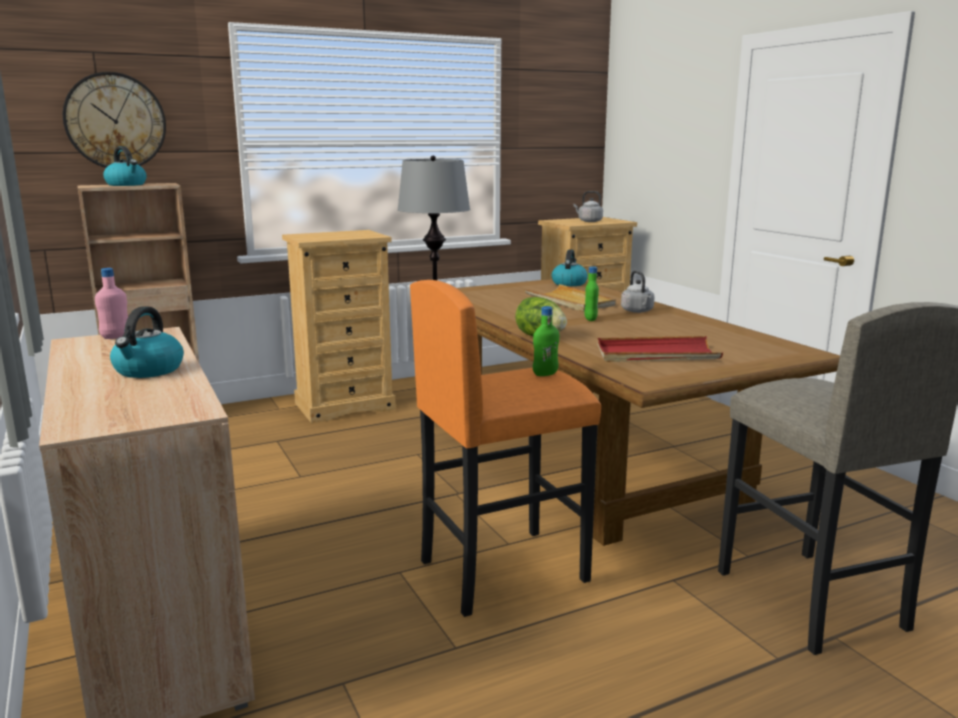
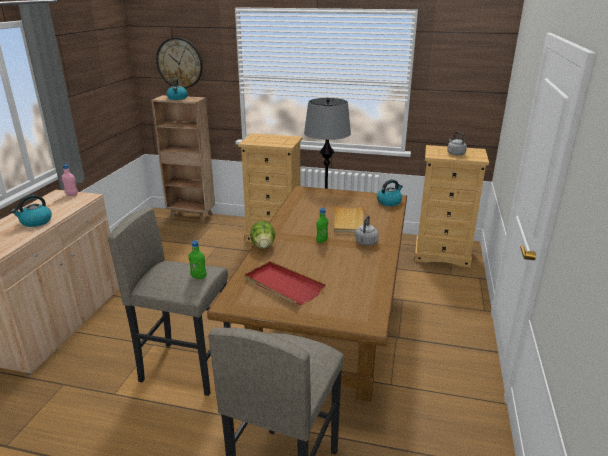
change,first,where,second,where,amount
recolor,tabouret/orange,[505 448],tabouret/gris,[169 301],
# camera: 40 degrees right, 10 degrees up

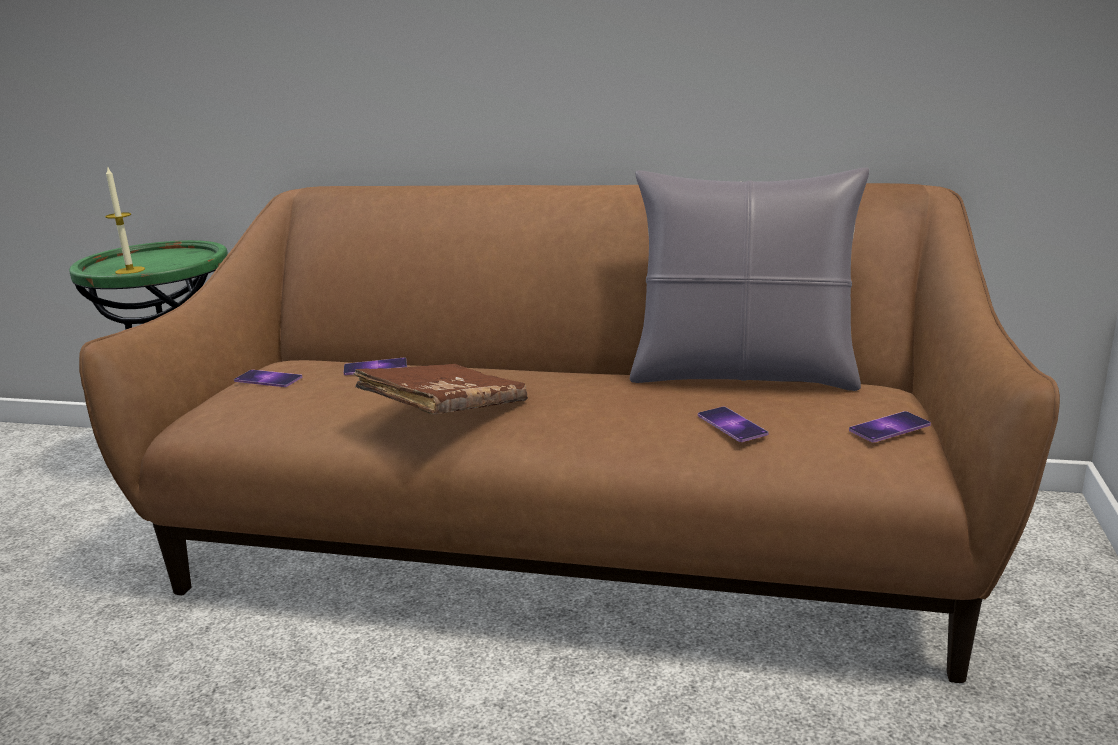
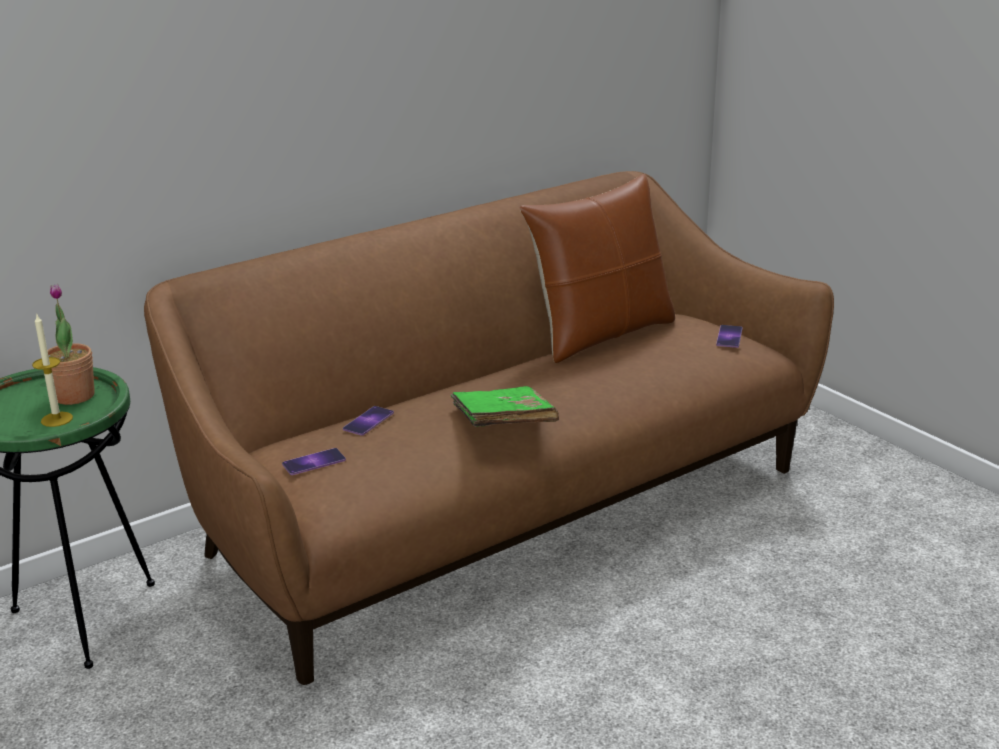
change,first,where,second,where,amount
delete,téléphone,[733 424],,,
insert,,,plante en pot,[71 344],
recolor,livre/marron,[441 389],livre/vert,[505 406],
recolor,coussin/gris,[749 279],coussin/marron,[597 268],
# camera: 50 degrees left, 5 degrees up

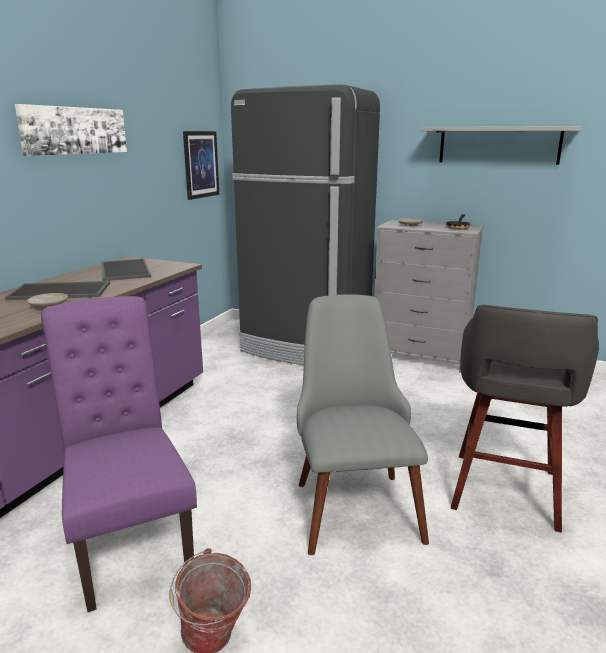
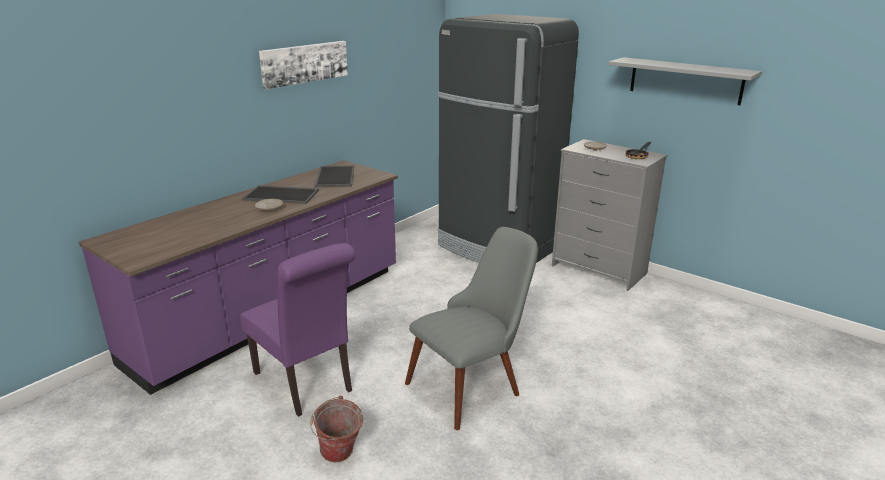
change,first,where,second,where,amount
delete,tableau,[201 165],,,
delete,tabouret/gris,[525 418],,,
rotate,chaise/violet,[119 454],,[298 330],150 degrees clockwise
rotate,chaise/gris,[363 424],,[471 328],45 degrees clockwise
# camera: 15 degrees right, 5 degrees up

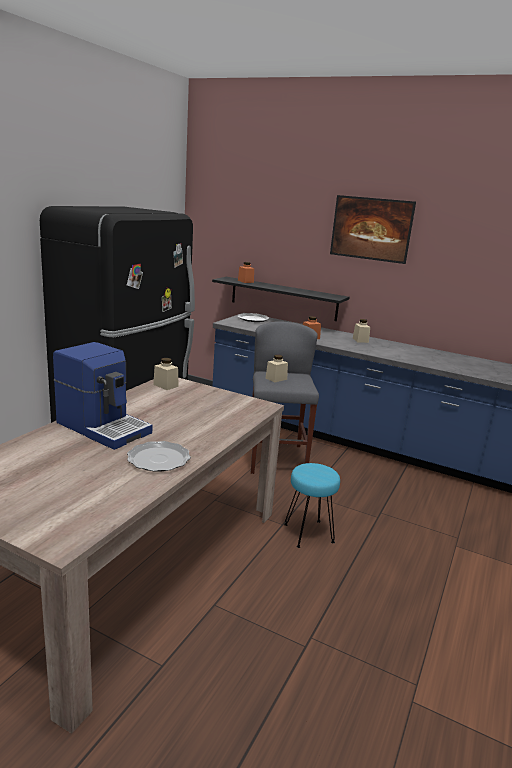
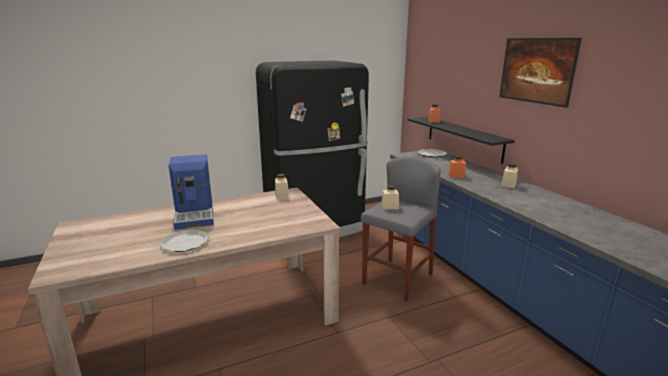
change,first,where,second,where,amount
delete,tabouret/turquoise,[312 505],,,
# camera: 40 degrees right, 0 degrees up

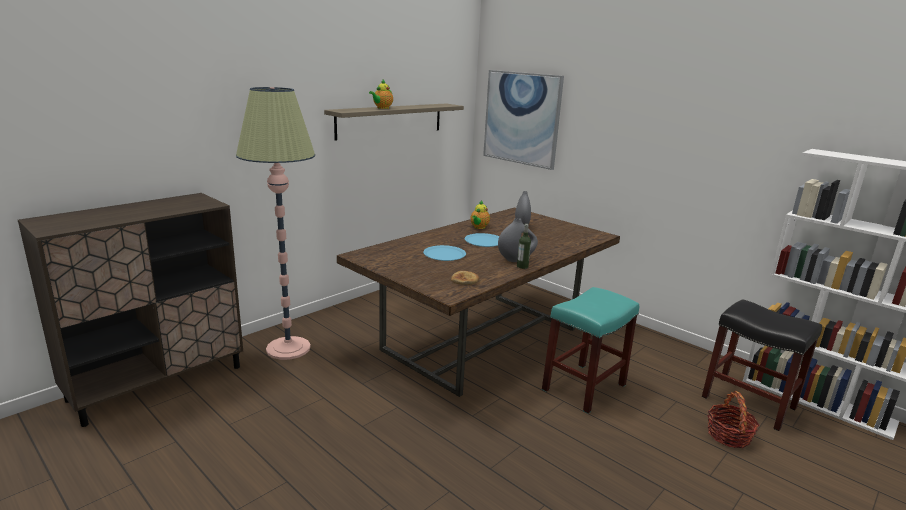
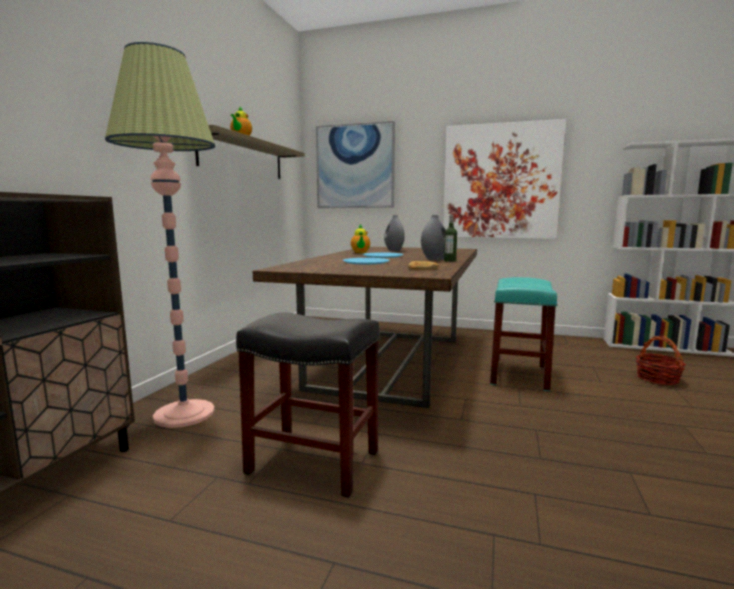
change,first,where,second,where,amount
insert,,,tableau,[504 179],
move,tabouret/noir,[762 365],,[308 405],
# camera: 25 degrees left, 10 degrees down

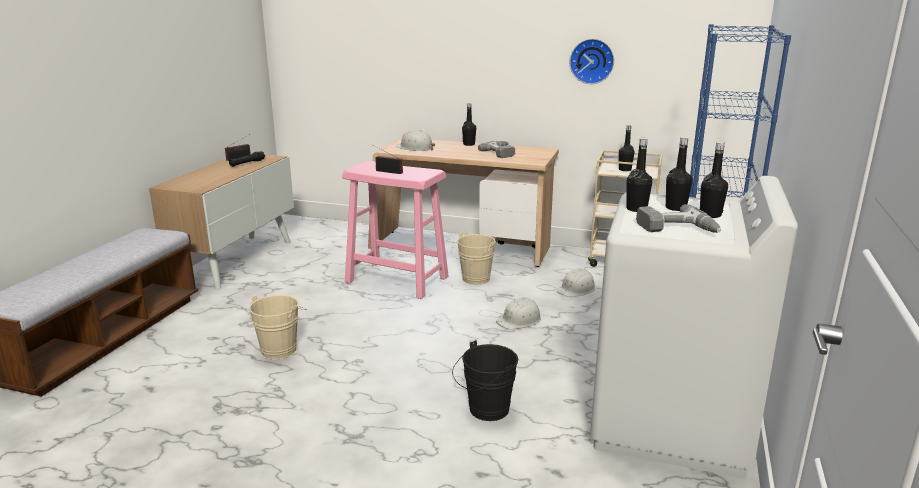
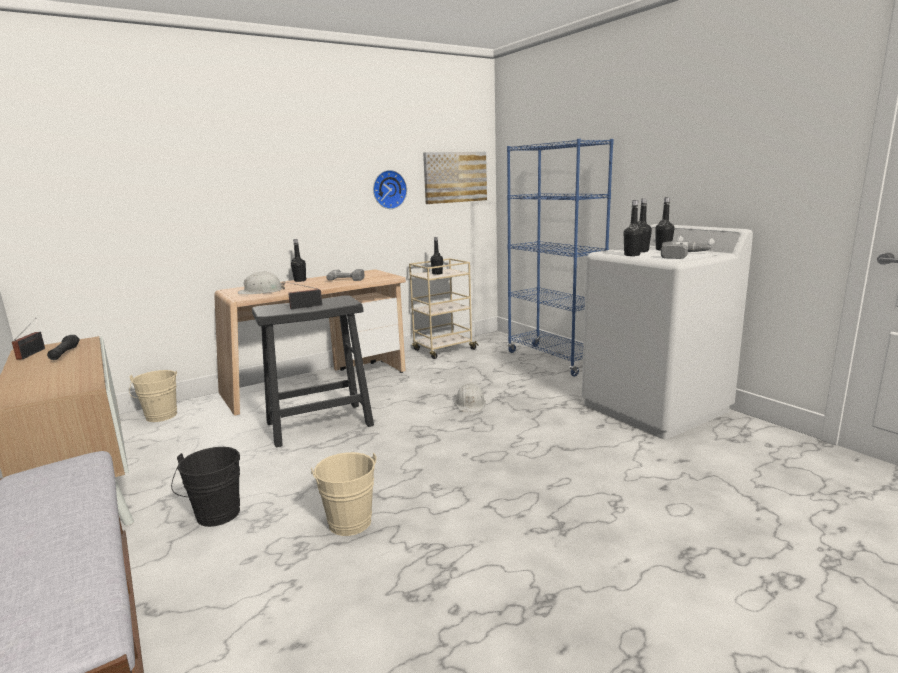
change,first,where,second,where,amount
delete,casque de chantier/blanc,[576 282],,,
insert,,,tableau,[455 178],
move,seau/beige,[473 258],,[153 396],
move,seau/noir,[485 380],,[205 487],
recolor,tabouret/rose,[395 230],tabouret/noir,[313 371],
# camera: 50 degrees left, 5 degrees down

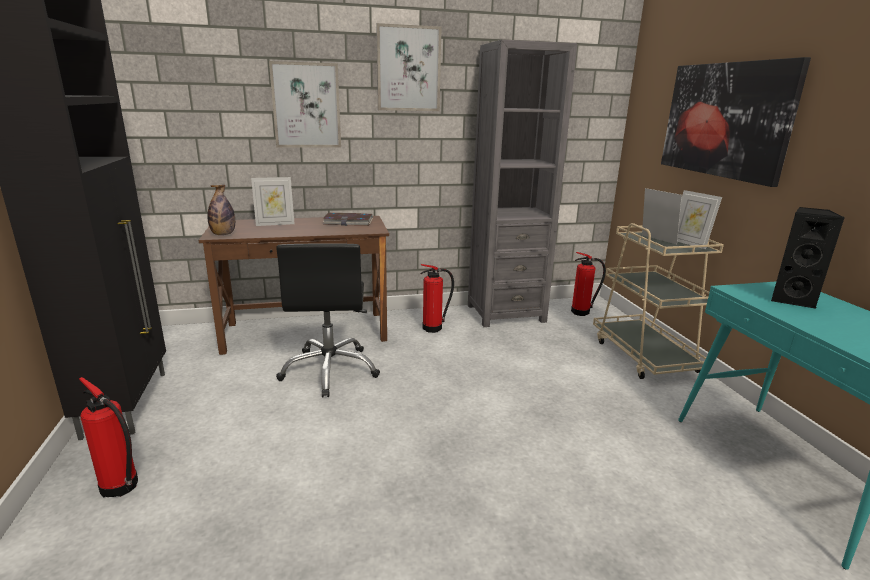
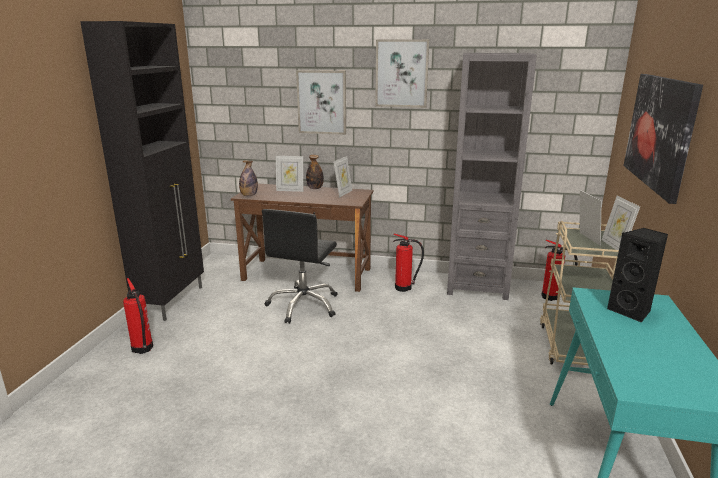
change,first,where,second,where,amount
insert,,,bouteille,[315 172],
replace,livre,[347 219],cadre photo,[343 177],
# camera: 25 degrees right, 0 degrees up

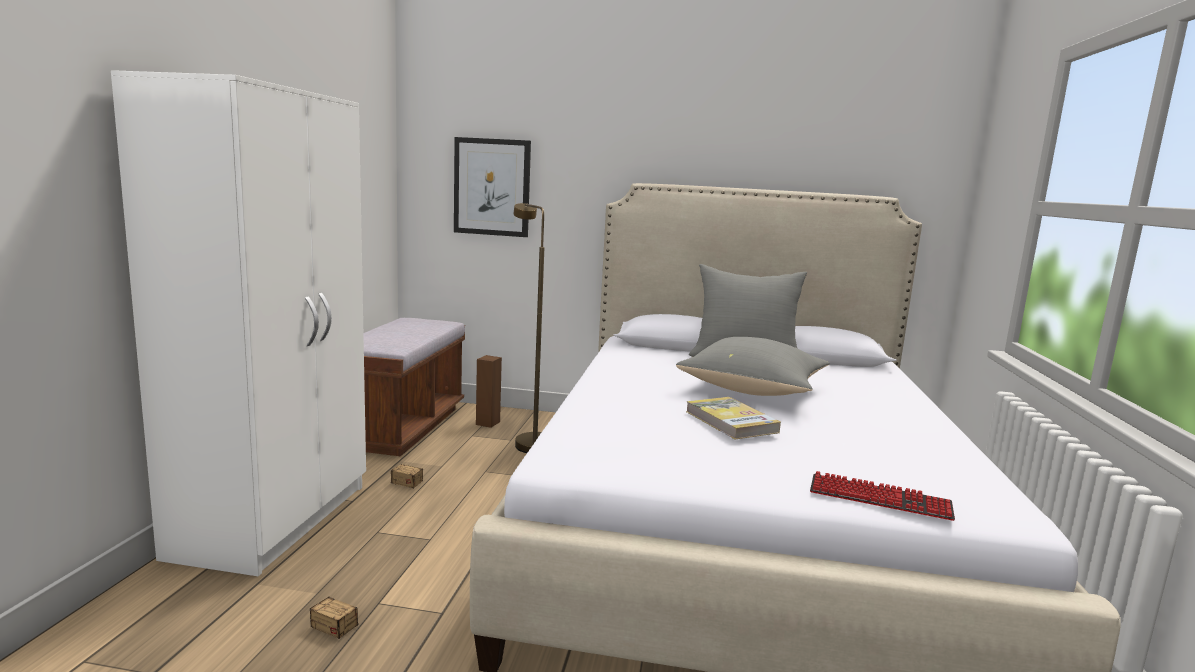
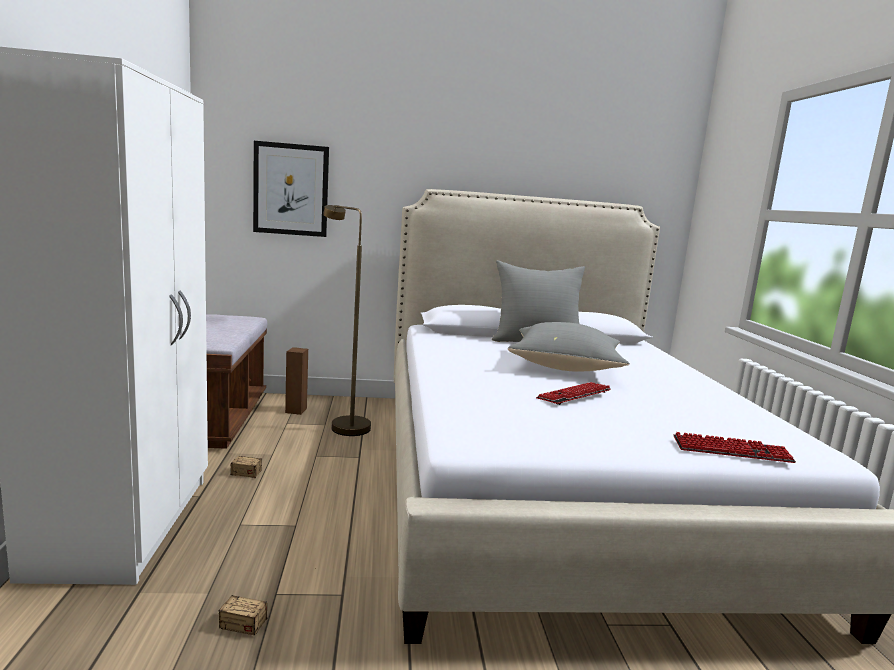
change,first,where,second,where,amount
replace,livre,[733 418],clavier,[573 393],
# camera: 15 degrees left, 0 degrees up

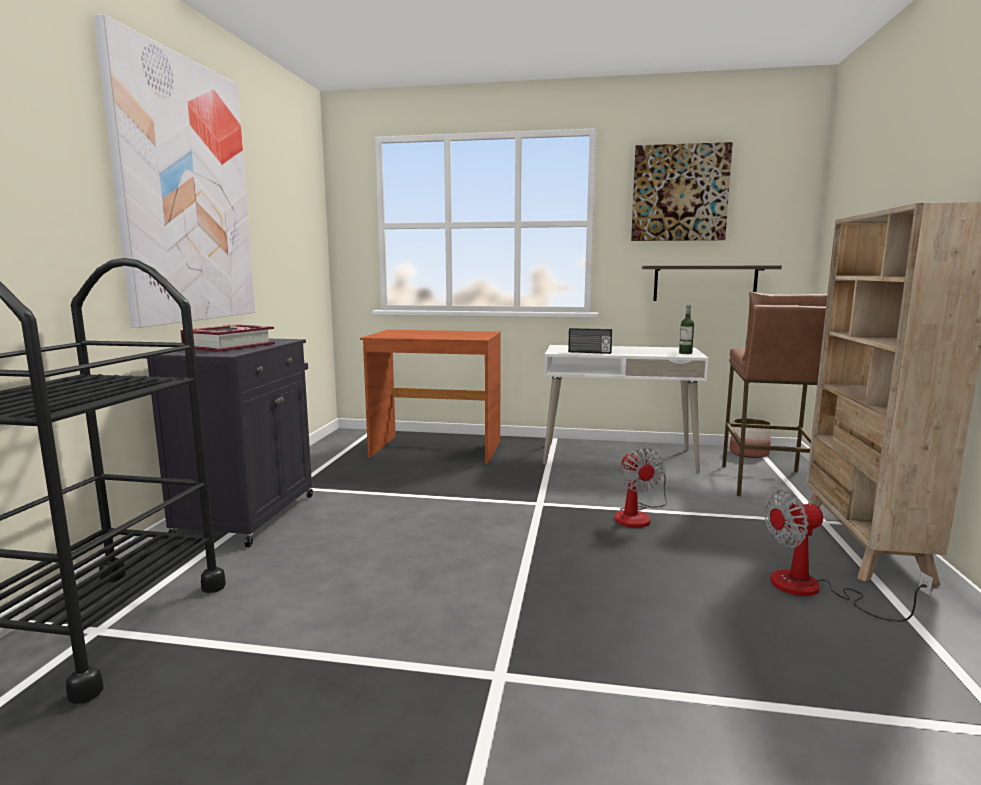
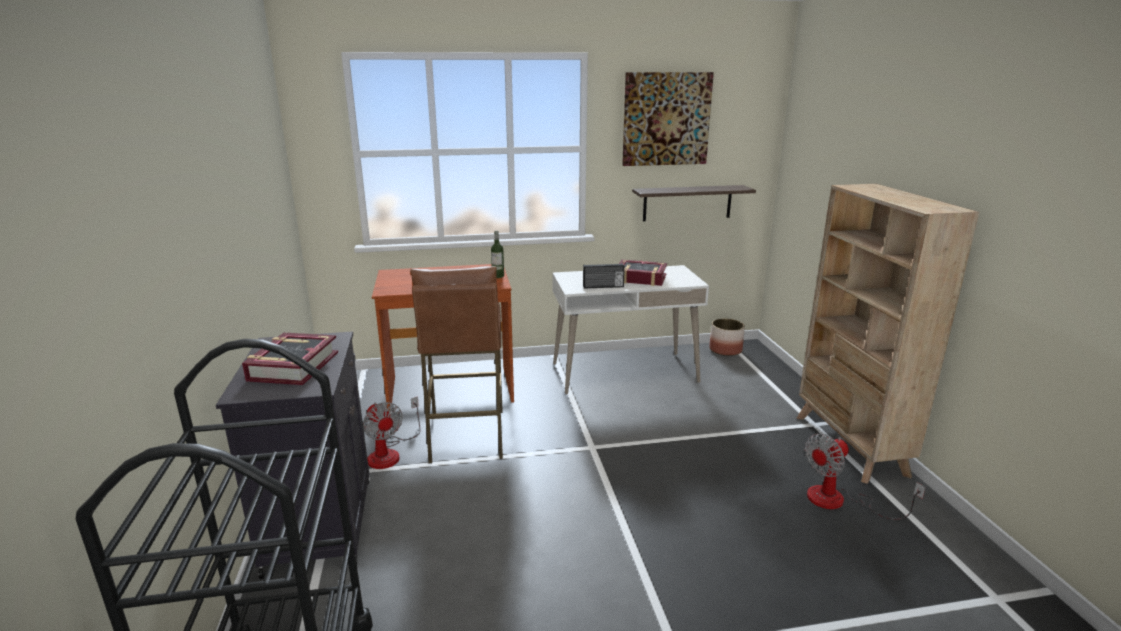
change,first,where,second,where,amount
delete,tableau,[174 171],,,
insert,,,livre,[643 273],
move,ventilateur,[641 488],,[392 432],
move,bouteille,[686 329],,[497 254],
move,tabouret/marron,[774 394],,[456 365],
# camera: 20 degrees left, 10 degrees up

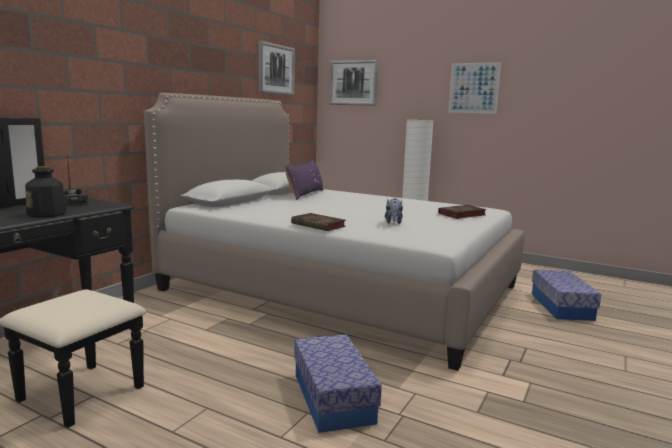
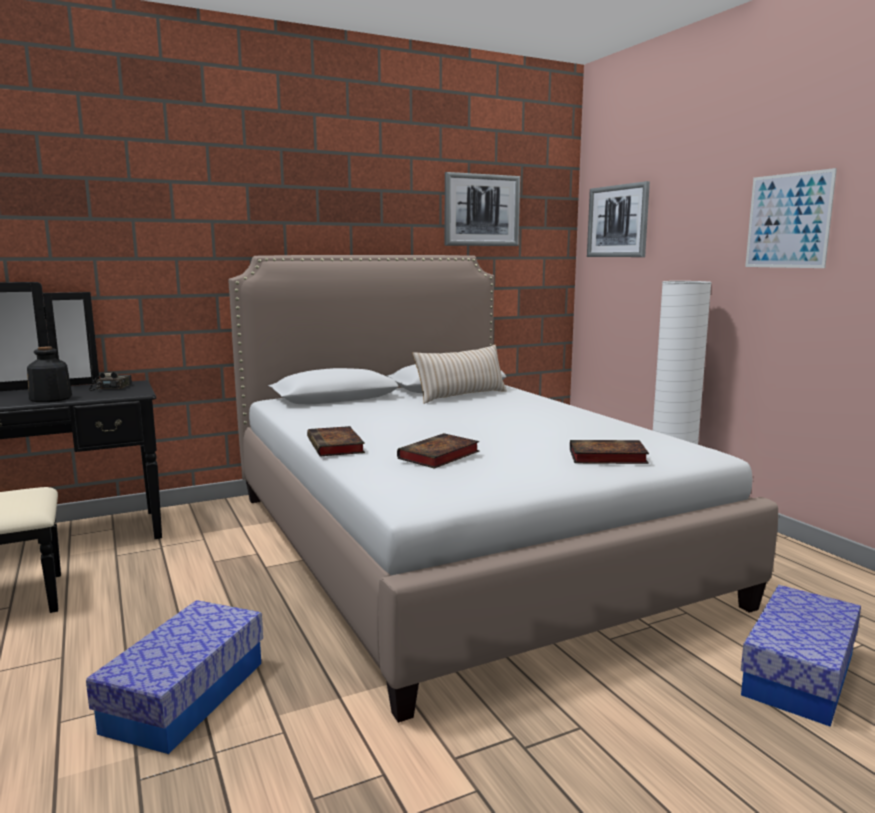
change,first,where,second,where,amount
replace,peluche,[394 211],livre,[438 451],
recolor,coussin/violet,[304 180],coussin/beige,[459 374],
# camera: 35 degrees right, 0 degrees up

